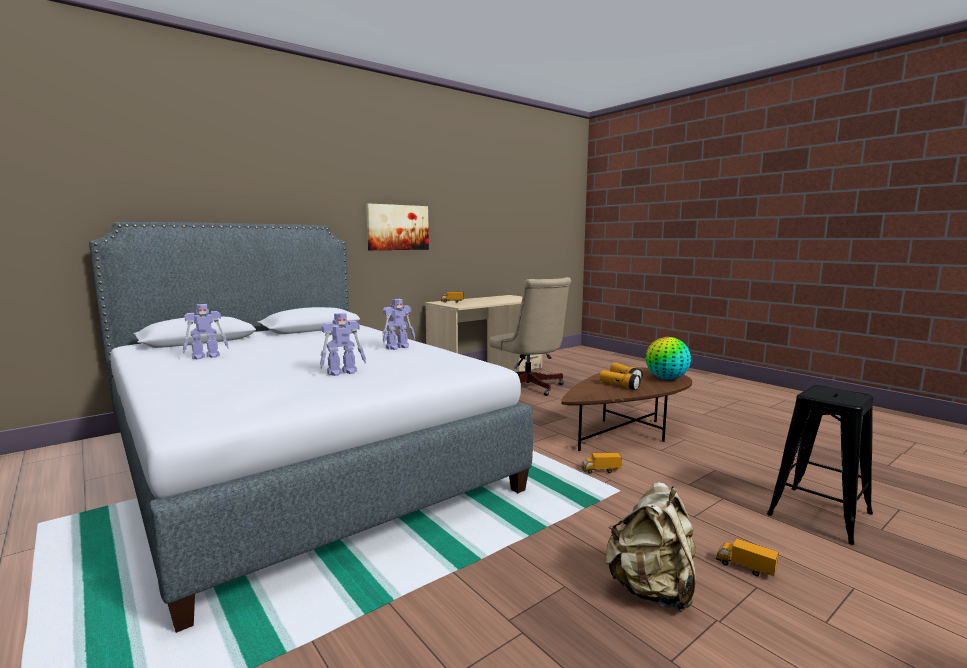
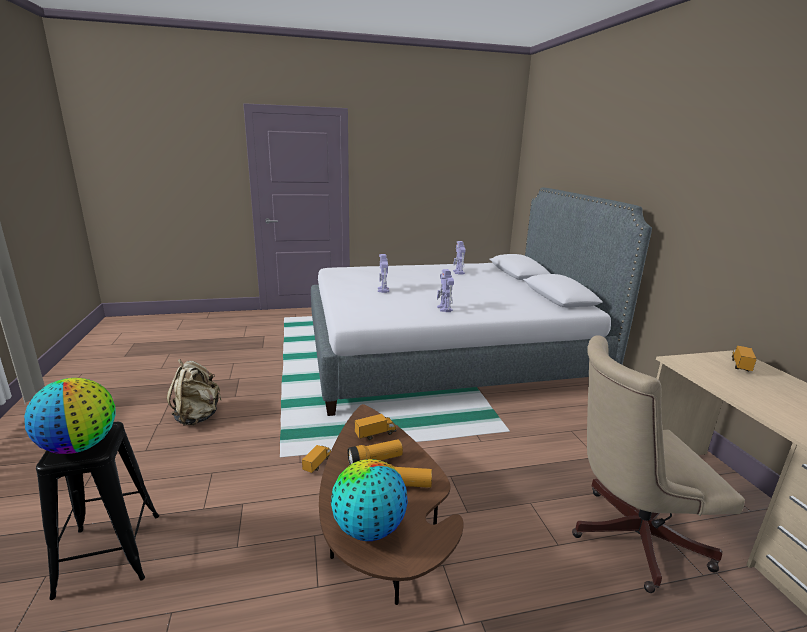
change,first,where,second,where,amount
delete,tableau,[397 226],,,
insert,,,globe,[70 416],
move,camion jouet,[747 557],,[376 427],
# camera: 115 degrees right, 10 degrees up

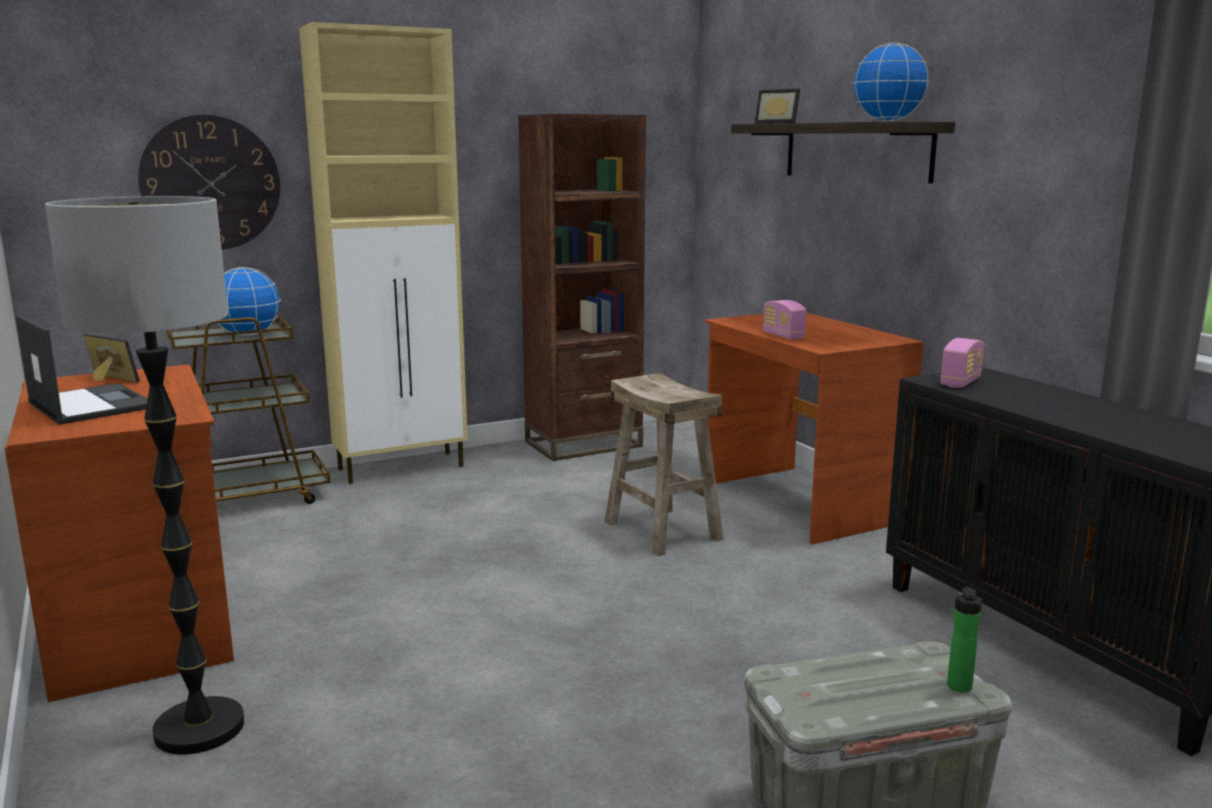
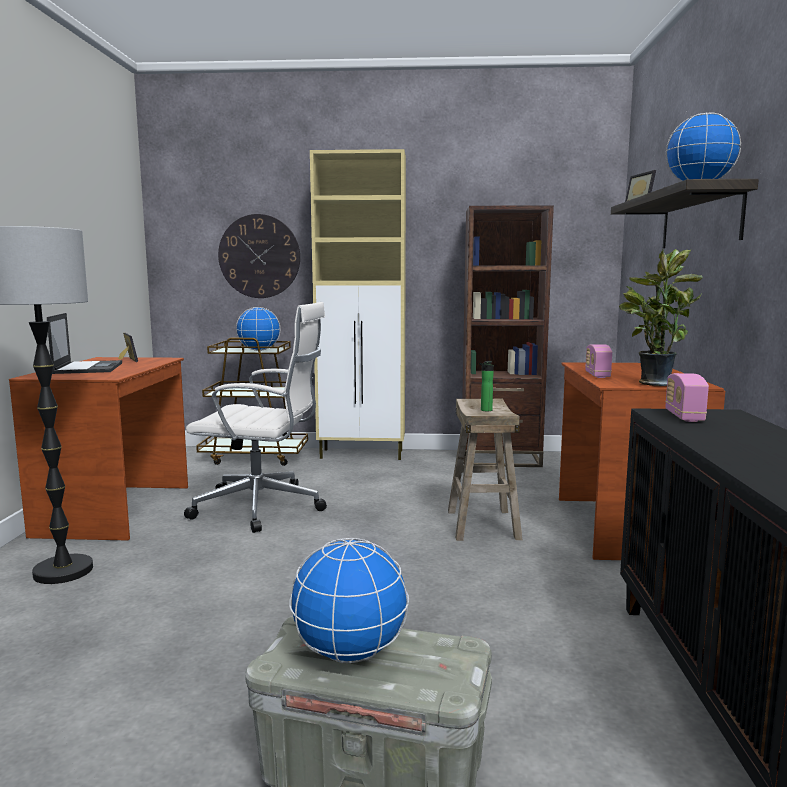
change,first,where,second,where,amount
insert,,,chaise de bureau/blanc,[255 417],
insert,,,globe,[349 600],
insert,,,plante en pot,[661 317],
move,bouteille,[964 640],,[486 386],
rotate,radio,[962 363],,[687 397],120 degrees clockwise
# camera: 30 degrees right, 5 degrees down

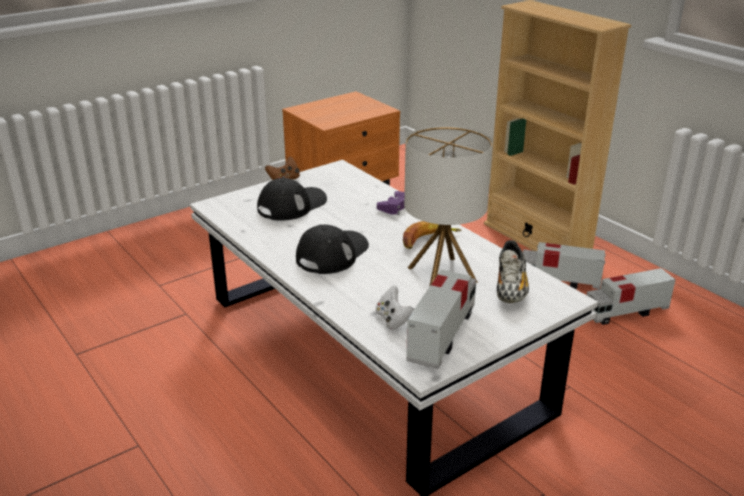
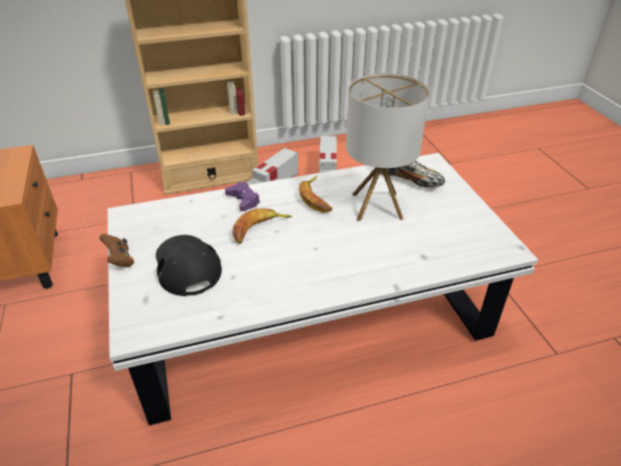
change,first,where,second,where,amount
delete,casquette/noir,[332 249],,,
delete,manette/blanc,[395 307],,,
delete,camion jouet,[441 319],,,
insert,,,banane,[262 226],
# camera: 70 degrees left, 10 degrees up

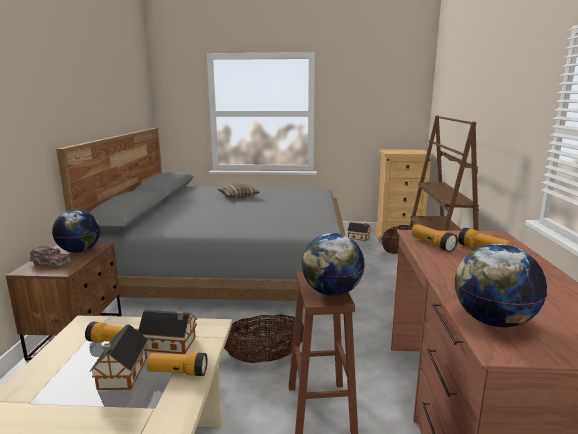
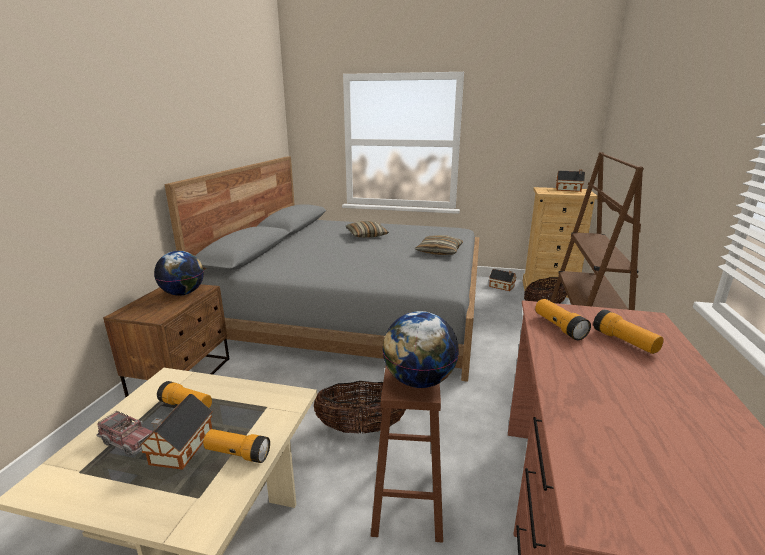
change,first,where,second,where,amount
delete,globe,[501 285],,,
insert,,,coussin,[439 245],
move,camion jouet,[50 257],,[124 433],
move,maison miniature,[167 332],,[570 181],
# camera: 10 degrees right, 5 degrees up

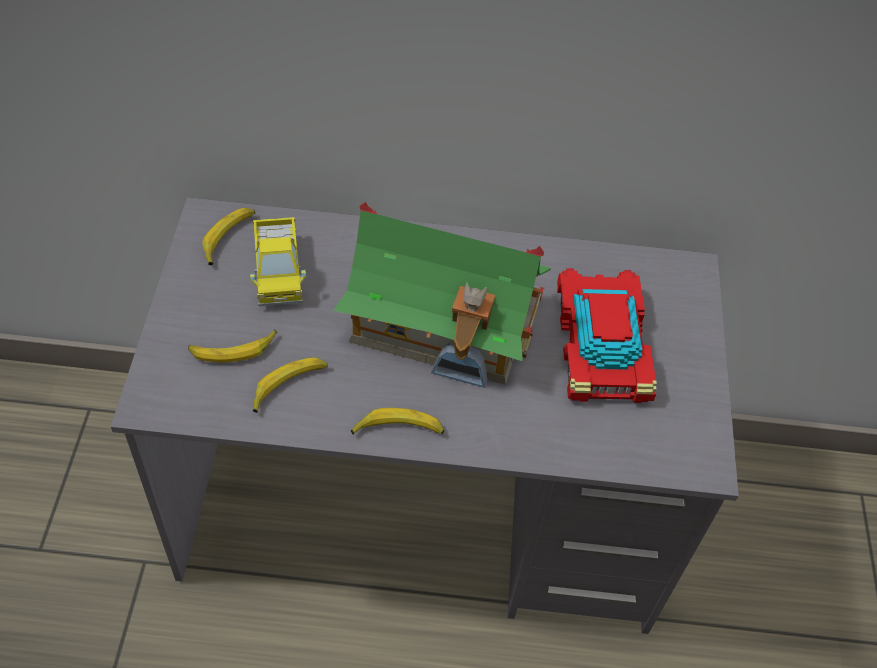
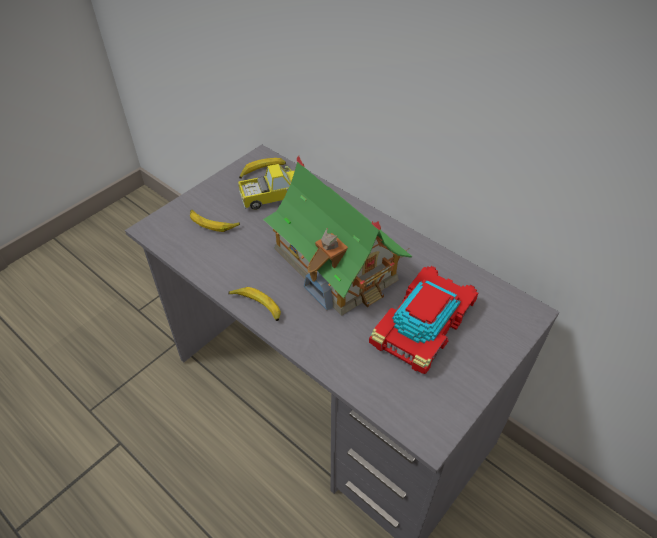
change,first,where,second,where,amount
delete,banane,[290 385],,,
rotate,camion jouet,[278 261],,[266 187],135 degrees counterclockwise
# camera: 40 degrees right, 5 degrees down

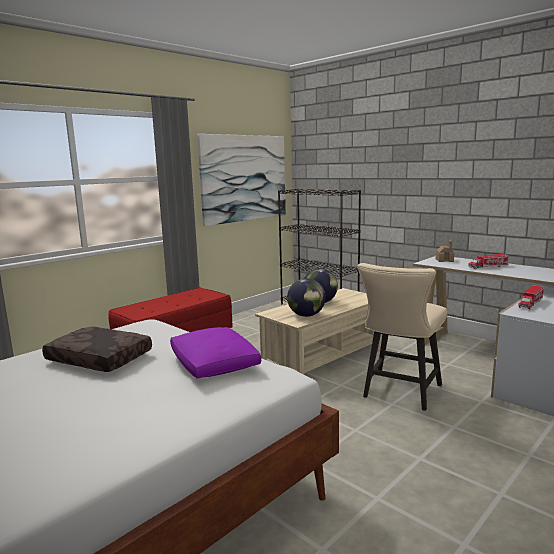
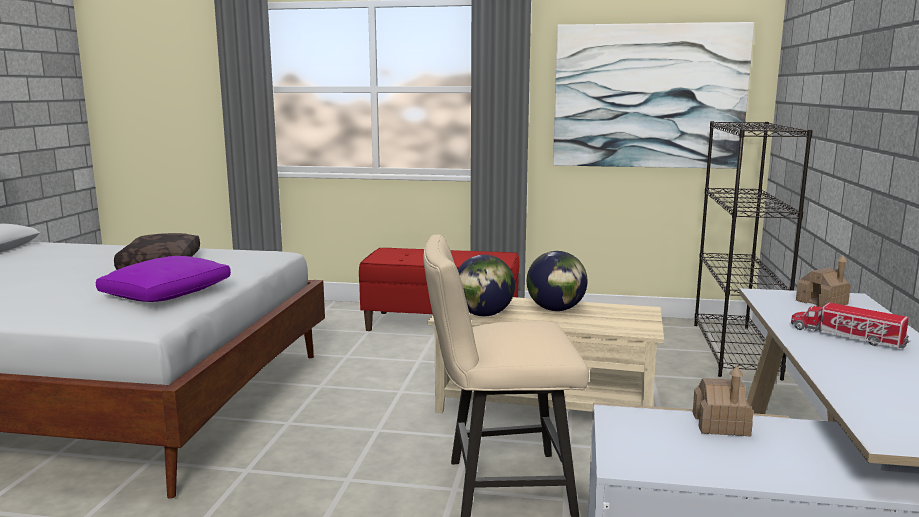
change,first,where,second,where,amount
replace,camion jouet,[531 297],maison miniature,[723 401],
# camera: 55 degrees right, 0 degrees up

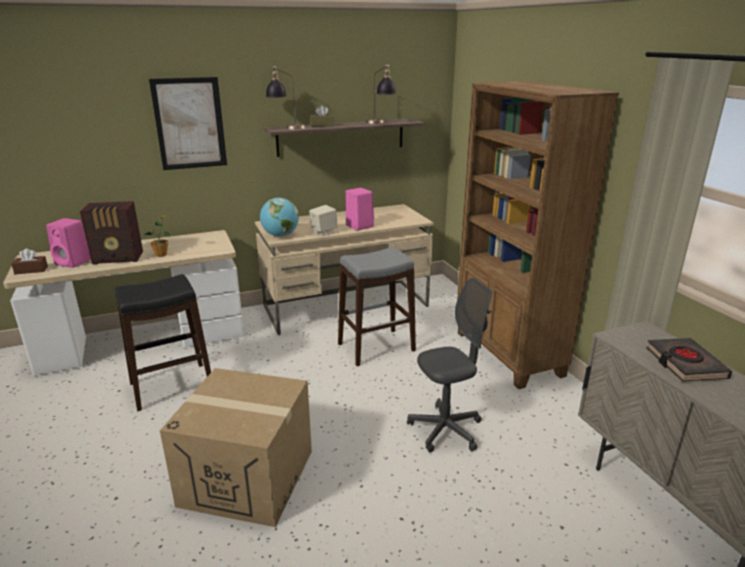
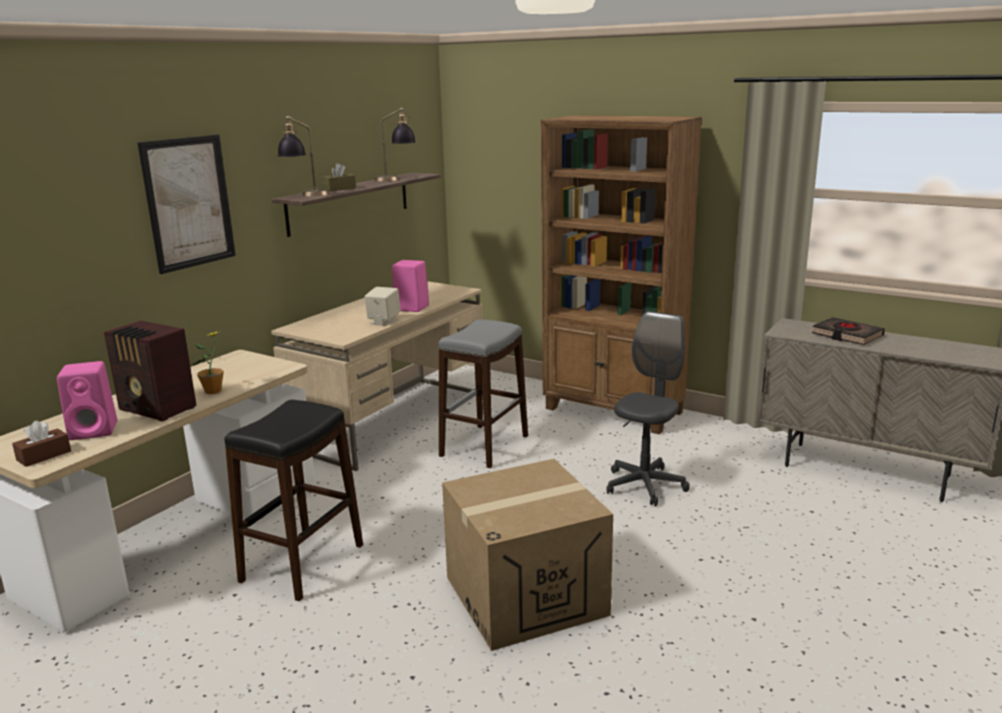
change,first,where,second,where,amount
delete,globe,[279 217],,,
rotate,radio,[111 233],,[150 371],75 degrees clockwise
# camera: 35 degrees left, 5 degrees down

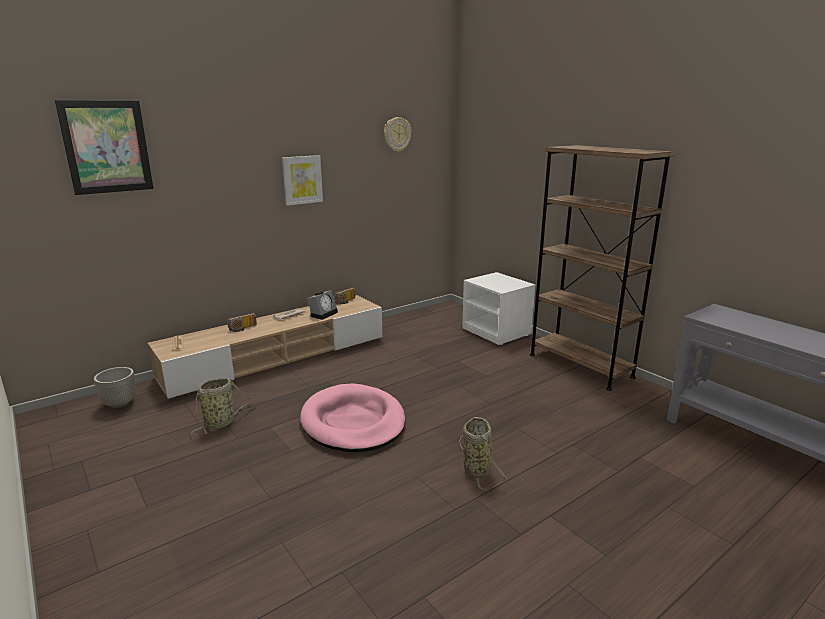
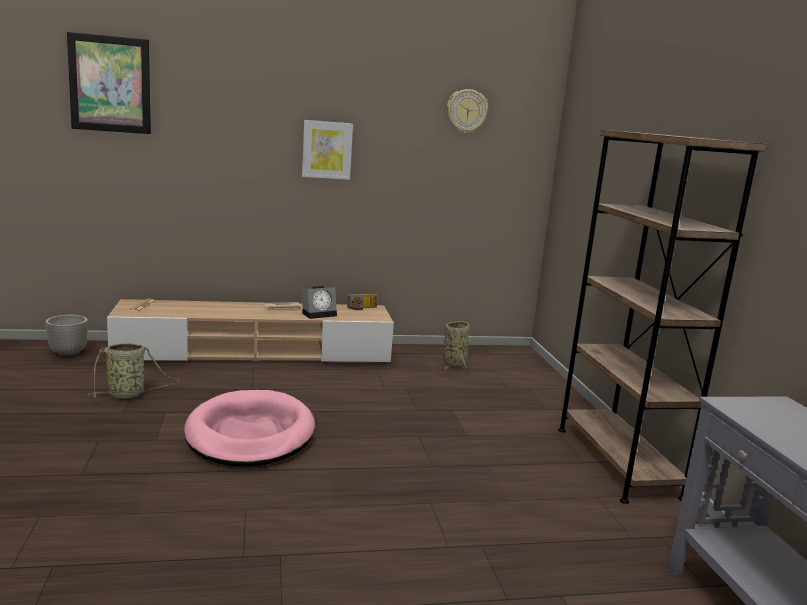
change,first,where,second,where,amount
delete,radio,[242 322],,,
delete,table de chevet/blanc,[499 308],,,
move,panier,[483 453],,[457 345],
# camera: 25 degrees right, 5 degrees down

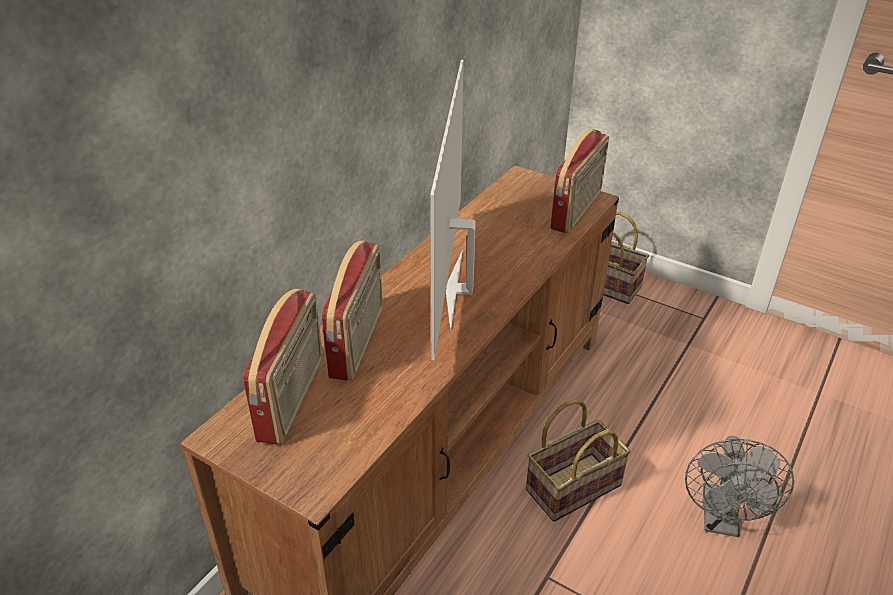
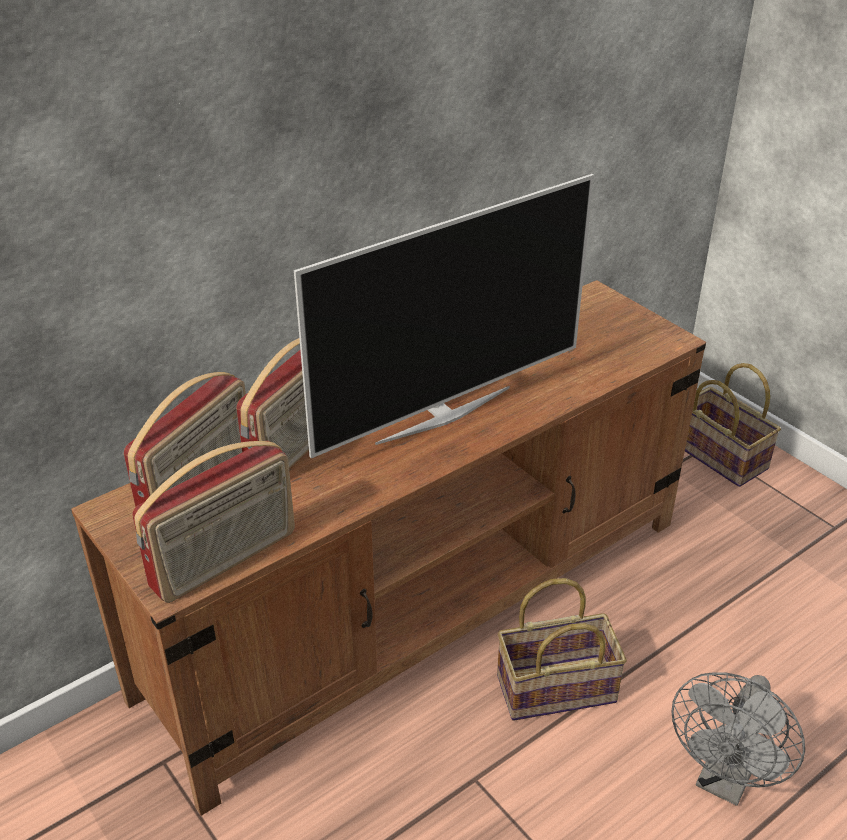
change,first,where,second,where,amount
move,radio,[579 181],,[213 521],
rotate,téléviseur,[453 210],,[444 316],150 degrees counterclockwise
# camera: 20 degrees right, 0 degrees up

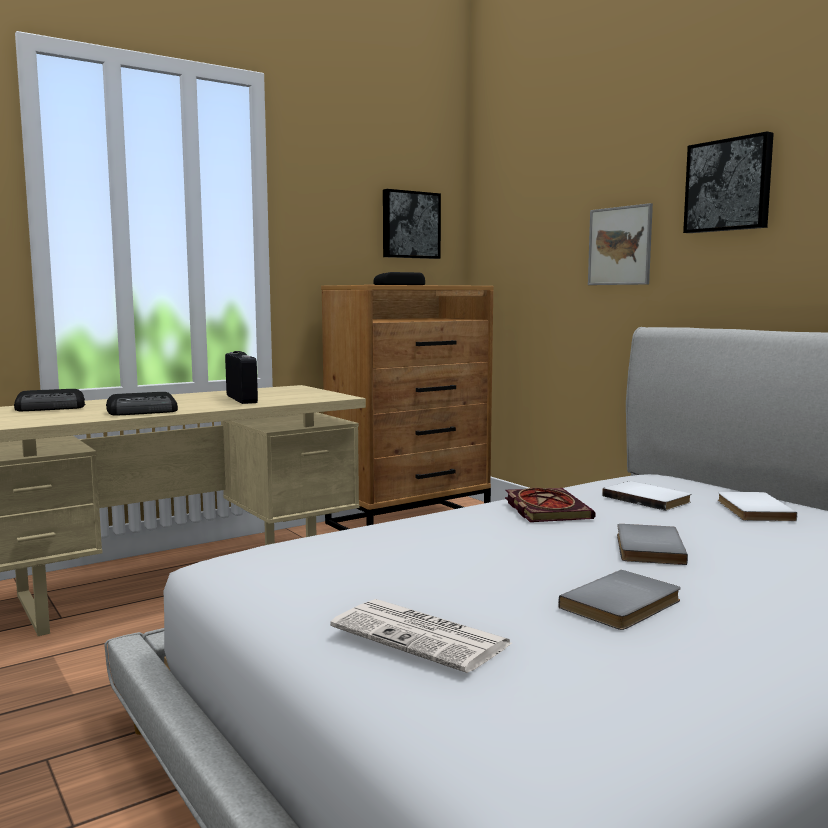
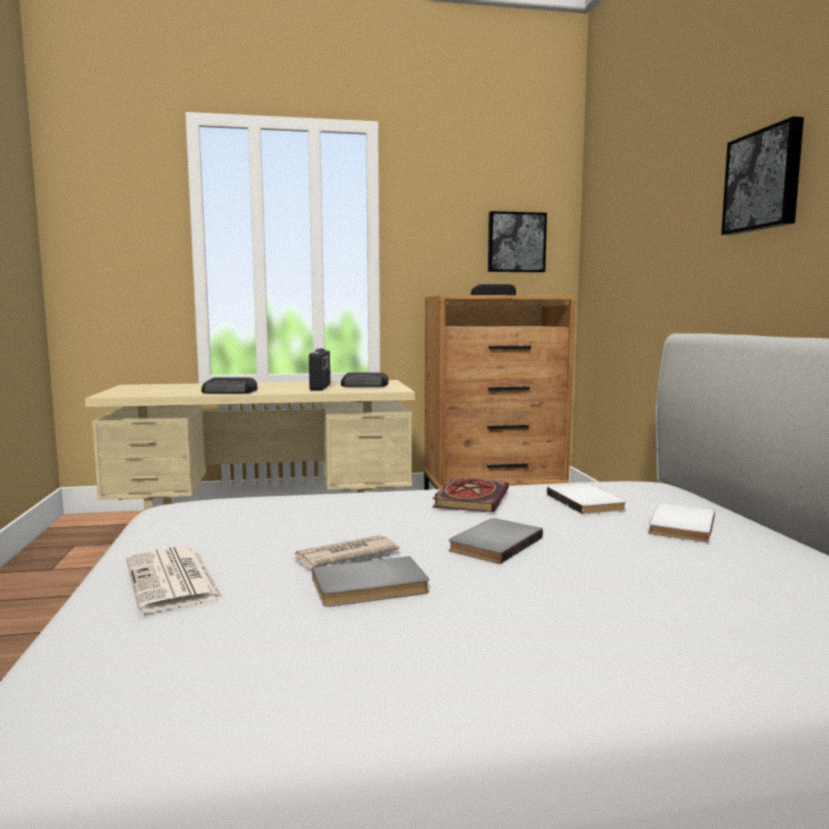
change,first,where,second,where,amount
delete,tableau,[620 244],,,
insert,,,journal,[346 551],
move,radio,[50 400],,[365 379],
# camera: 25 degrees right, 0 degrees up

